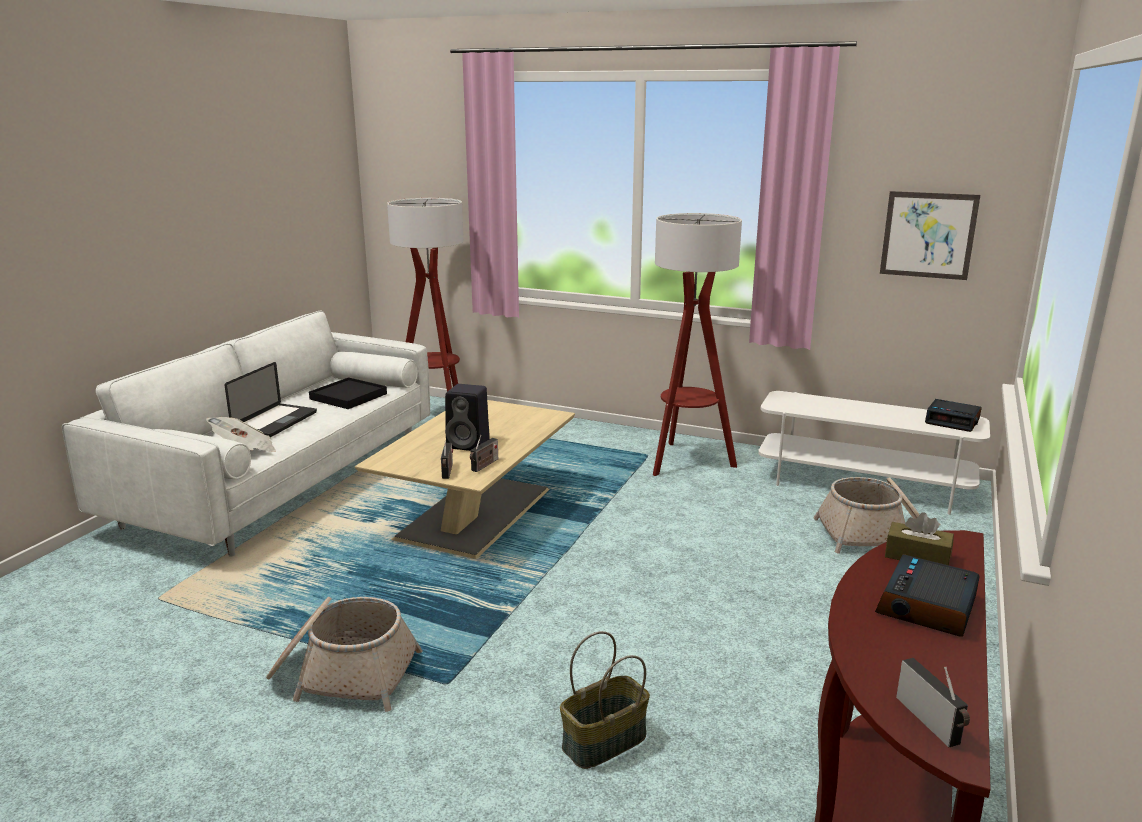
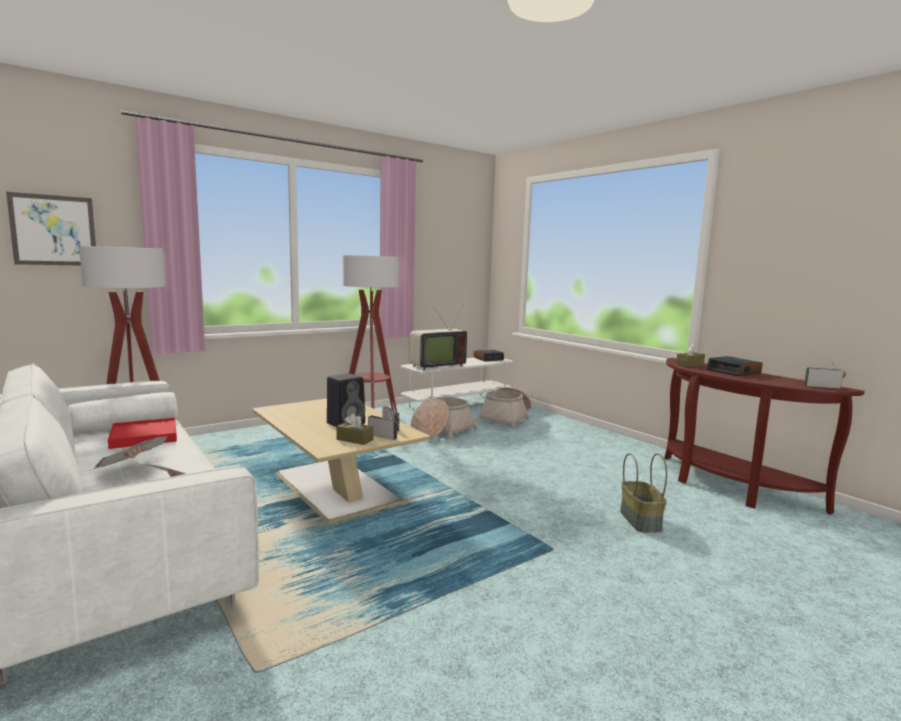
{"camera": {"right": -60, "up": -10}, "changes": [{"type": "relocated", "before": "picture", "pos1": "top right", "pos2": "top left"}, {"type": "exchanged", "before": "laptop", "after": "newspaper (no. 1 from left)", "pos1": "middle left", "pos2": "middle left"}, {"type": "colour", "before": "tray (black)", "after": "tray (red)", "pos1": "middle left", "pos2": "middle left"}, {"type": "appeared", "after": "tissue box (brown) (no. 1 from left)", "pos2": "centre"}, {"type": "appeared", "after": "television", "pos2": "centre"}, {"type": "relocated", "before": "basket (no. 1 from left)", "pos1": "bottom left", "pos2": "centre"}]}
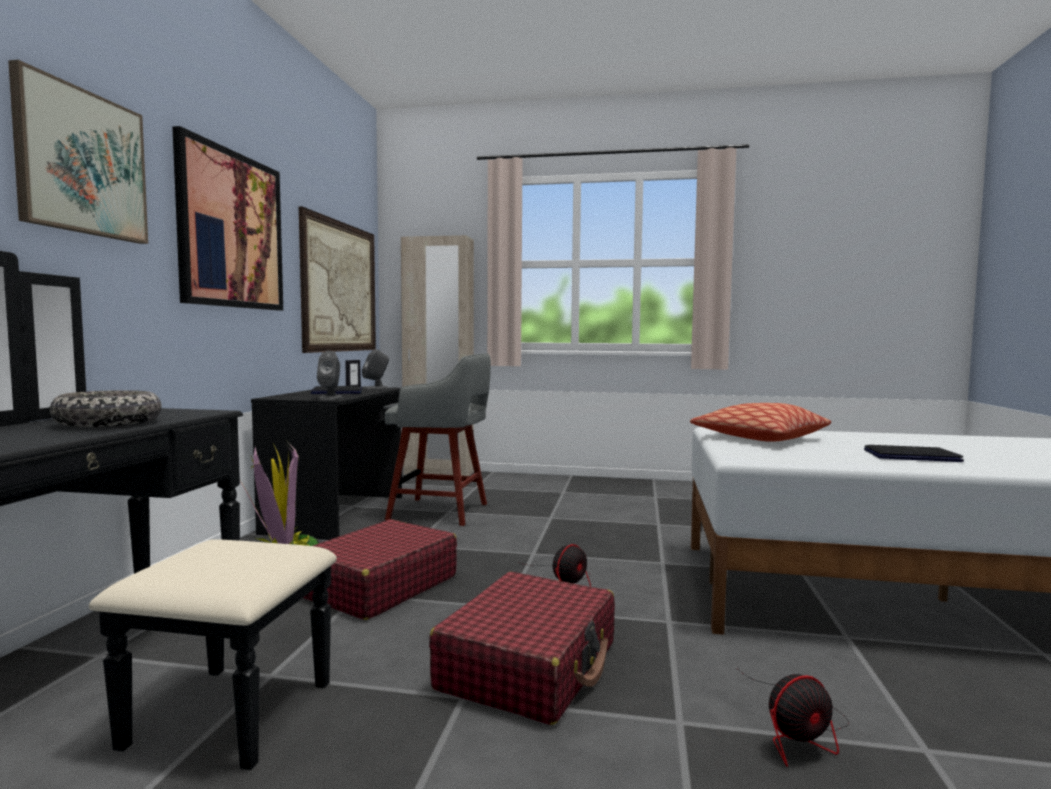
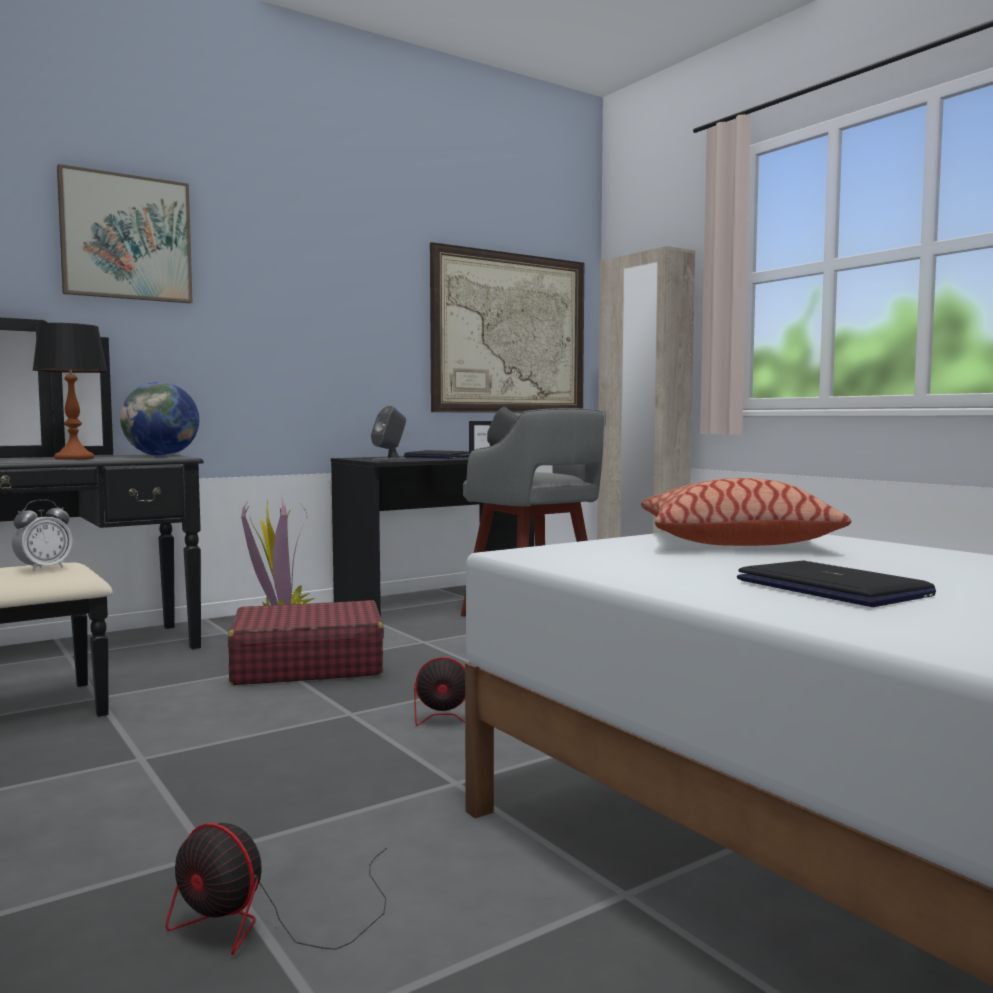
{"camera": {"right": 45, "up": 0}, "changes": [{"type": "appeared", "after": "alarm clock", "pos2": "middle left"}, {"type": "exchanged", "before": "bowl", "after": "table lamp", "pos1": "middle left", "pos2": "middle left"}, {"type": "appeared", "after": "globe", "pos2": "middle left"}, {"type": "missing", "before": "picture (no. 2 from left)", "pos1": "top left"}, {"type": "missing", "before": "suitcase (red) (no. 2 from left)", "pos1": "bottom centre"}]}
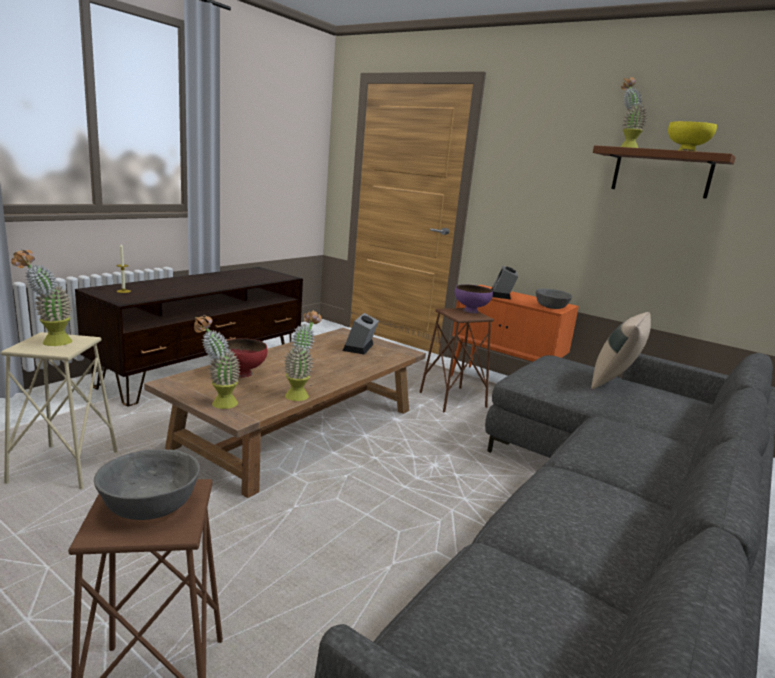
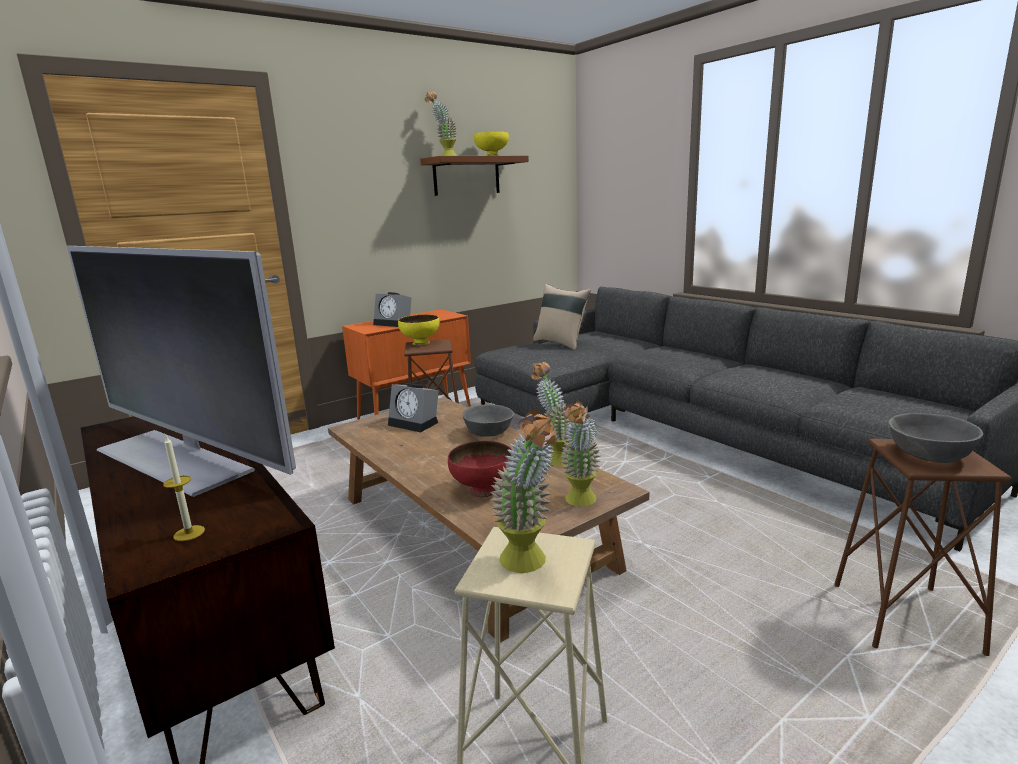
{"camera": {"right": -70, "up": 0}, "changes": [{"type": "appeared", "after": "television", "pos2": "middle left"}, {"type": "colour", "before": "bowl (purple)", "after": "bowl (yellow) (no. 1 from left)", "pos1": "centre", "pos2": "centre"}, {"type": "relocated", "before": "bowl (grey) (no. 2 from left in the first image)", "after": "bowl (grey) (no. 1 from left)", "pos1": "middle right", "pos2": "centre"}]}
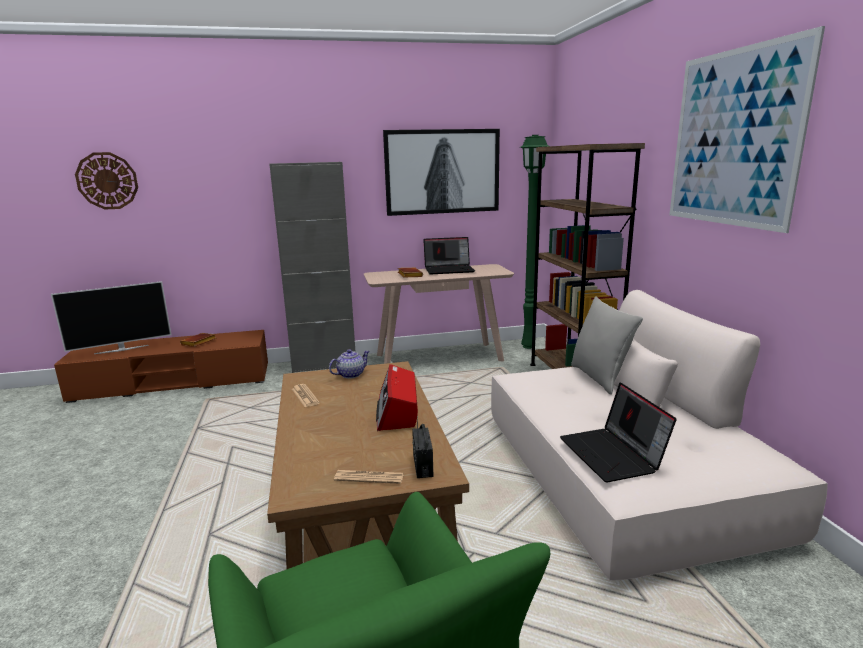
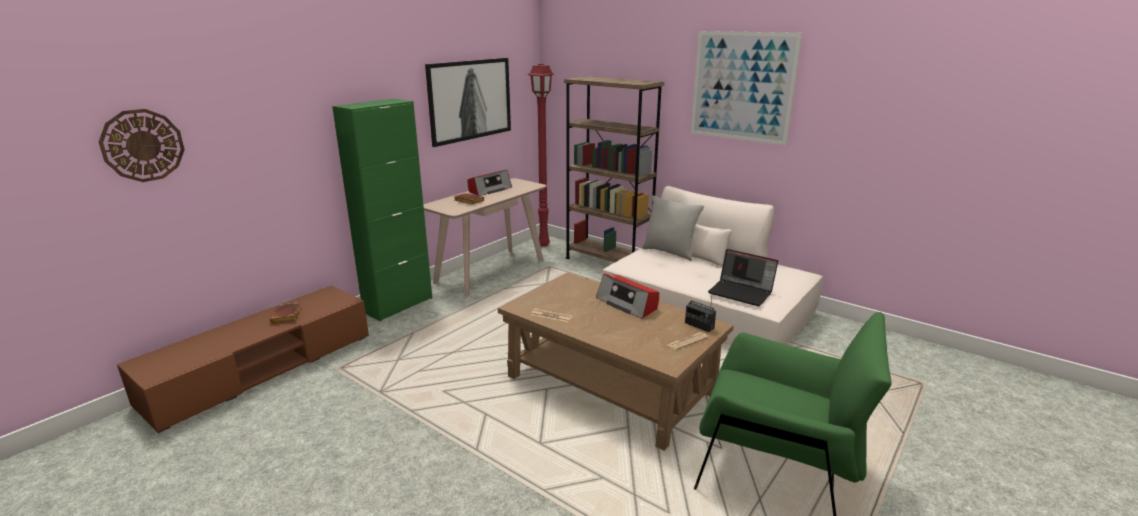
{"camera": {"right": -40, "up": 5}, "changes": [{"type": "colour", "before": "cabinet (grey)", "after": "cabinet (green)", "pos1": "centre", "pos2": "centre"}, {"type": "exchanged", "before": "laptop (no. 1 from left)", "after": "radio (no. 1 from left)", "pos1": "centre", "pos2": "centre"}, {"type": "colour", "before": "floor lamp (green)", "after": "floor lamp (red)", "pos1": "centre", "pos2": "top centre"}, {"type": "missing", "before": "television", "pos1": "middle left"}, {"type": "missing", "before": "teapot", "pos1": "centre"}]}
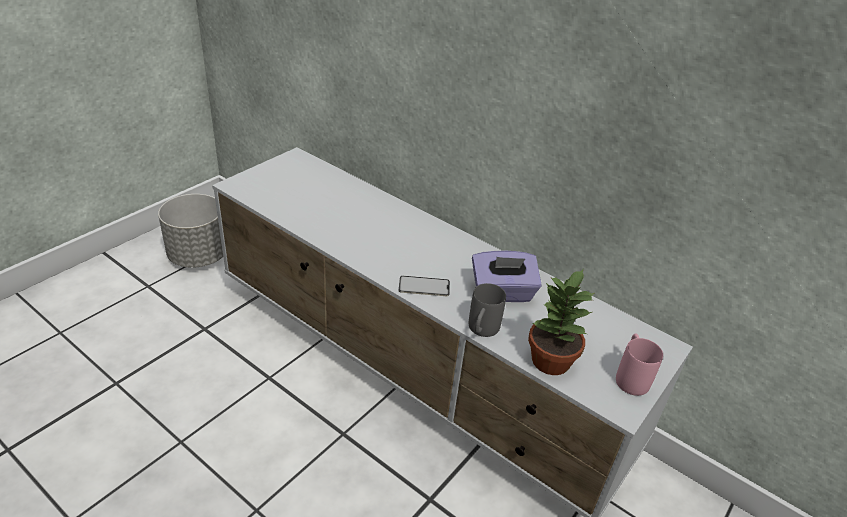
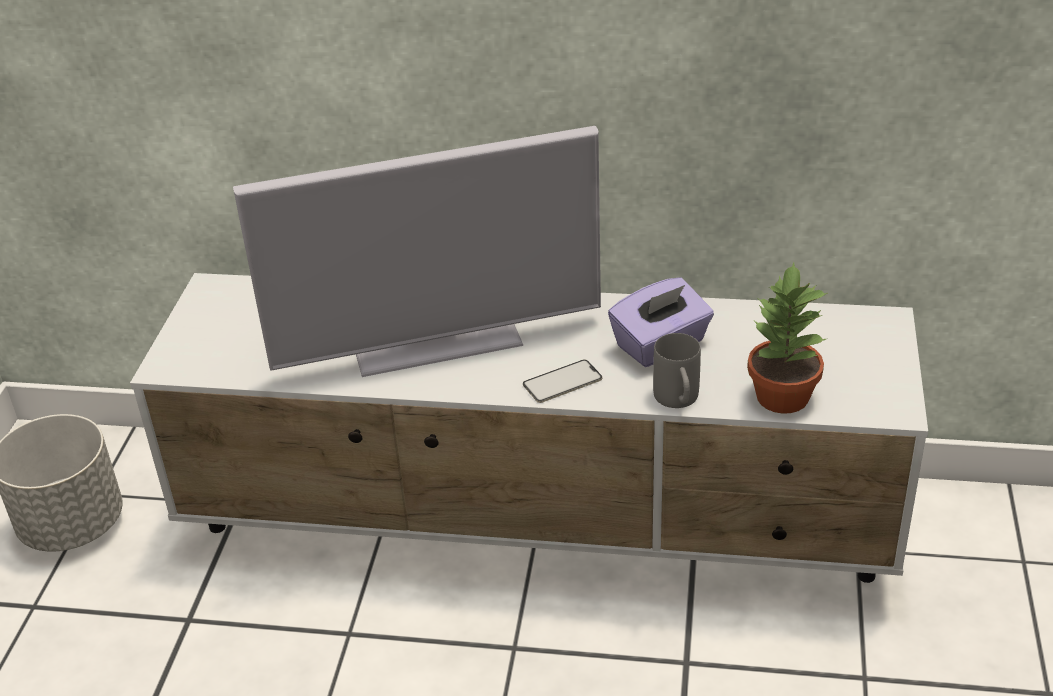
{"camera": {"right": -25, "up": 0}, "changes": [{"type": "appeared", "after": "television", "pos2": "centre"}, {"type": "missing", "before": "mug (pink)", "pos1": "bottom right"}]}
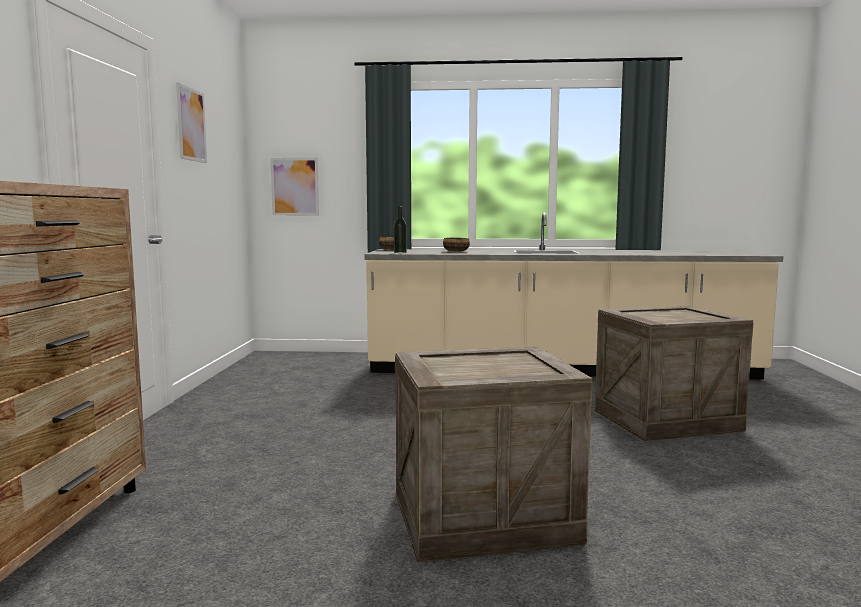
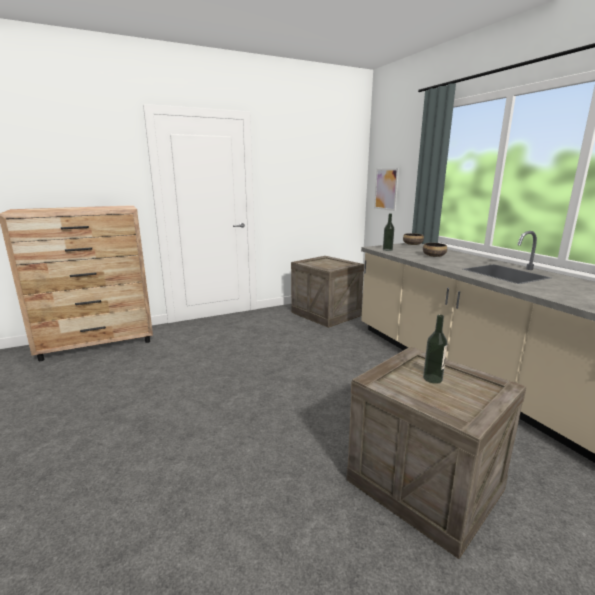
{"camera": {"right": 60, "up": 10}, "changes": [{"type": "relocated", "before": "crate (no. 1 from left)", "pos1": "bottom centre", "pos2": "centre"}, {"type": "appeared", "after": "bottle (no. 2 from left)", "pos2": "middle right"}, {"type": "missing", "before": "picture (no. 1 from left)", "pos1": "top left"}]}
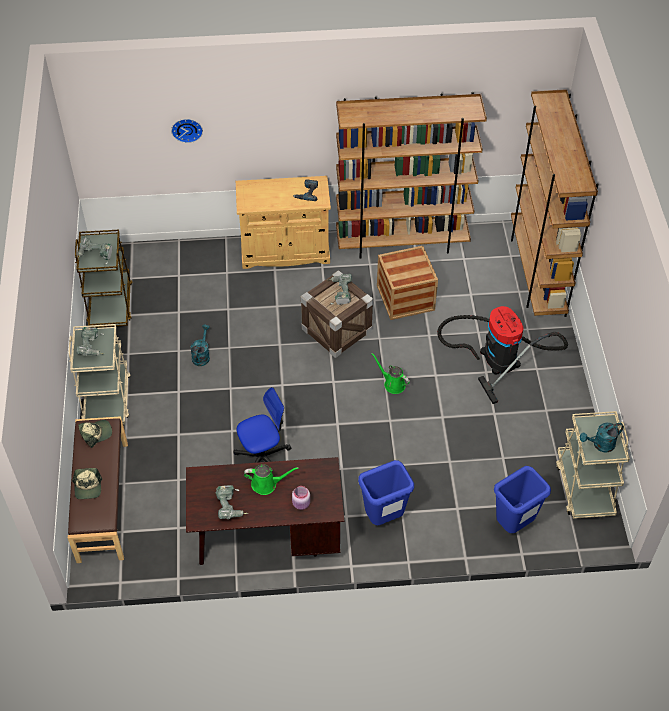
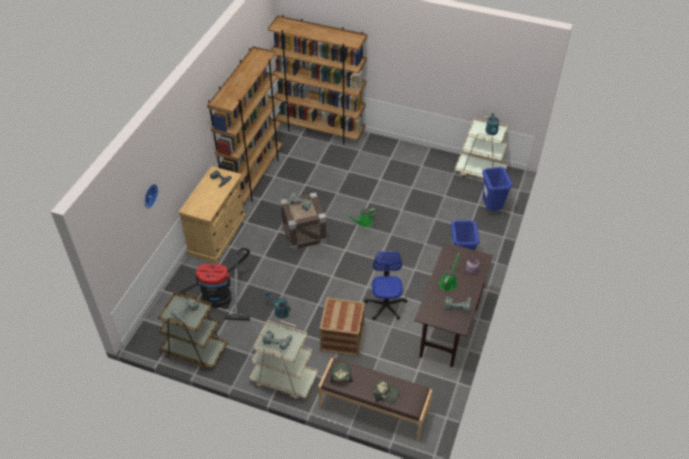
{"camera": {"right": -65, "up": -5}, "changes": [{"type": "relocated", "before": "vacuum cleaner", "pos1": "middle right", "pos2": "middle left"}, {"type": "relocated", "before": "crate (no. 2 from left)", "pos1": "centre", "pos2": "bottom centre"}]}
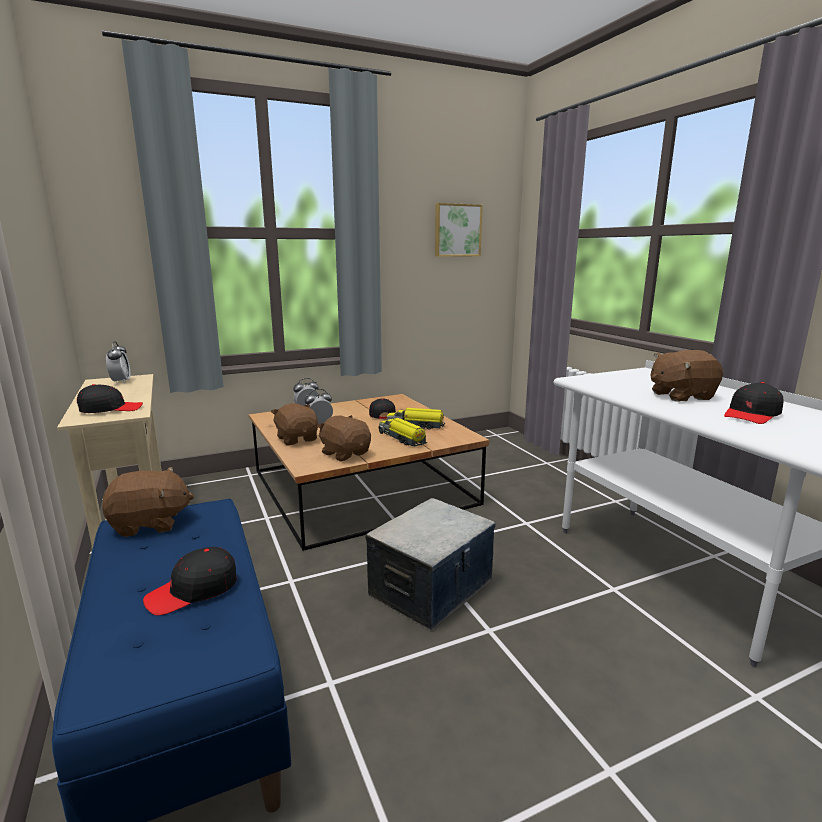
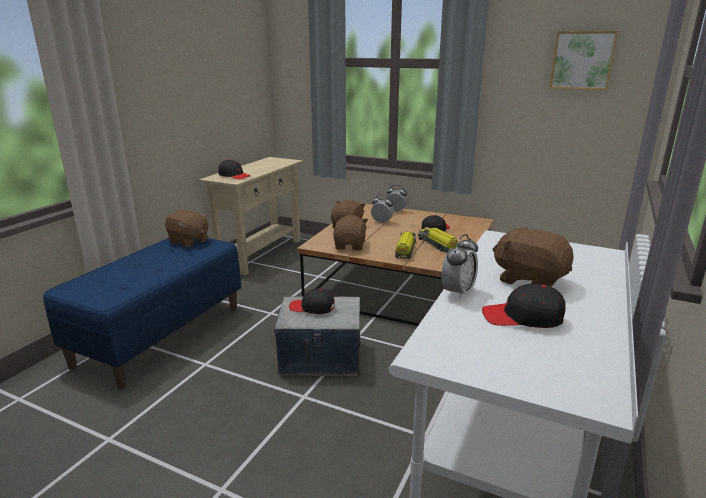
{"camera": {"right": 50, "up": 5}, "changes": [{"type": "relocated", "before": "cap (black) (no. 2 from left)", "pos1": "bottom left", "pos2": "centre"}, {"type": "relocated", "before": "alarm clock (no. 1 from left in the first image)", "after": "alarm clock (no. 3 from left)", "pos1": "middle left", "pos2": "centre"}]}
